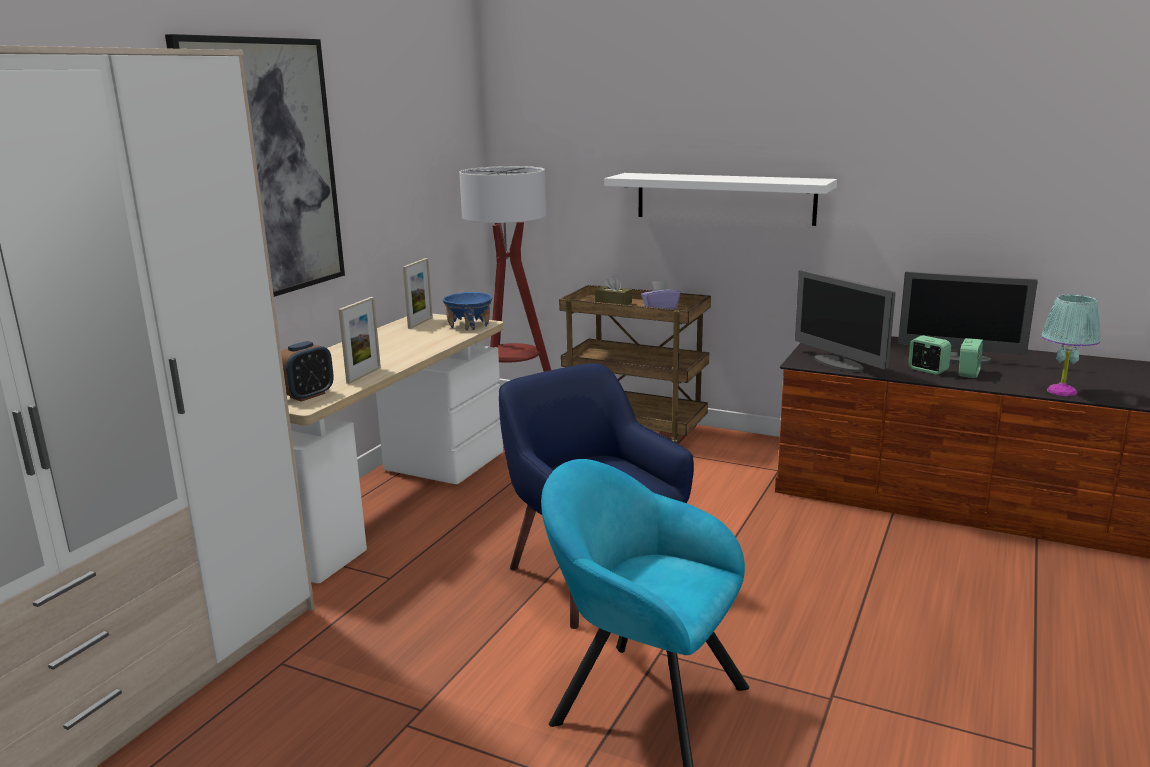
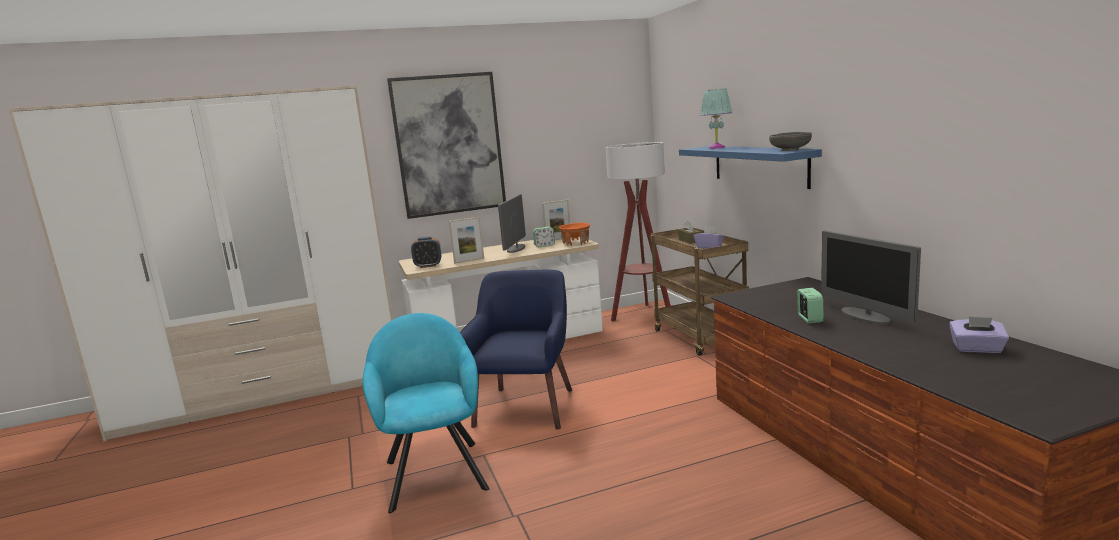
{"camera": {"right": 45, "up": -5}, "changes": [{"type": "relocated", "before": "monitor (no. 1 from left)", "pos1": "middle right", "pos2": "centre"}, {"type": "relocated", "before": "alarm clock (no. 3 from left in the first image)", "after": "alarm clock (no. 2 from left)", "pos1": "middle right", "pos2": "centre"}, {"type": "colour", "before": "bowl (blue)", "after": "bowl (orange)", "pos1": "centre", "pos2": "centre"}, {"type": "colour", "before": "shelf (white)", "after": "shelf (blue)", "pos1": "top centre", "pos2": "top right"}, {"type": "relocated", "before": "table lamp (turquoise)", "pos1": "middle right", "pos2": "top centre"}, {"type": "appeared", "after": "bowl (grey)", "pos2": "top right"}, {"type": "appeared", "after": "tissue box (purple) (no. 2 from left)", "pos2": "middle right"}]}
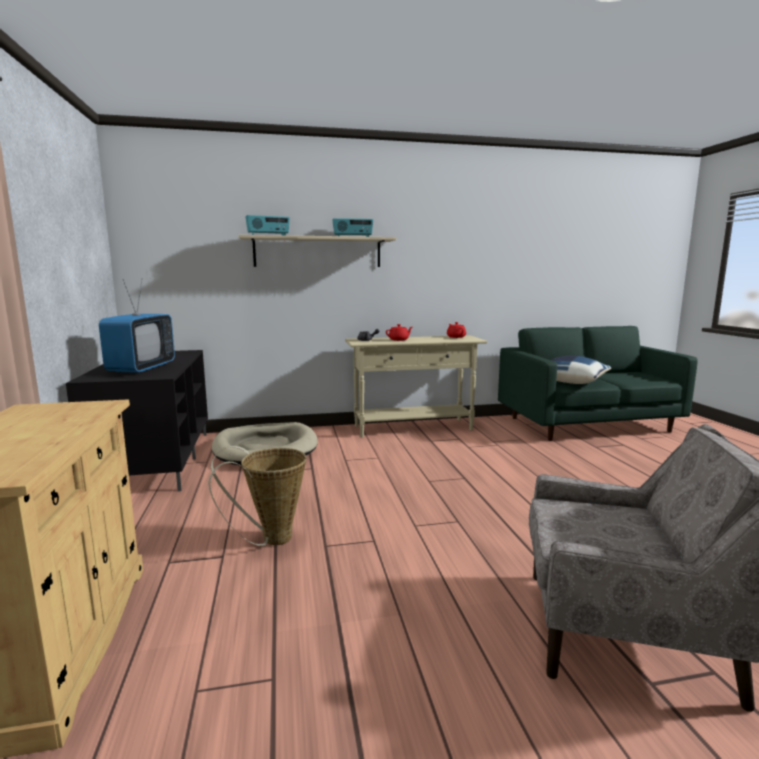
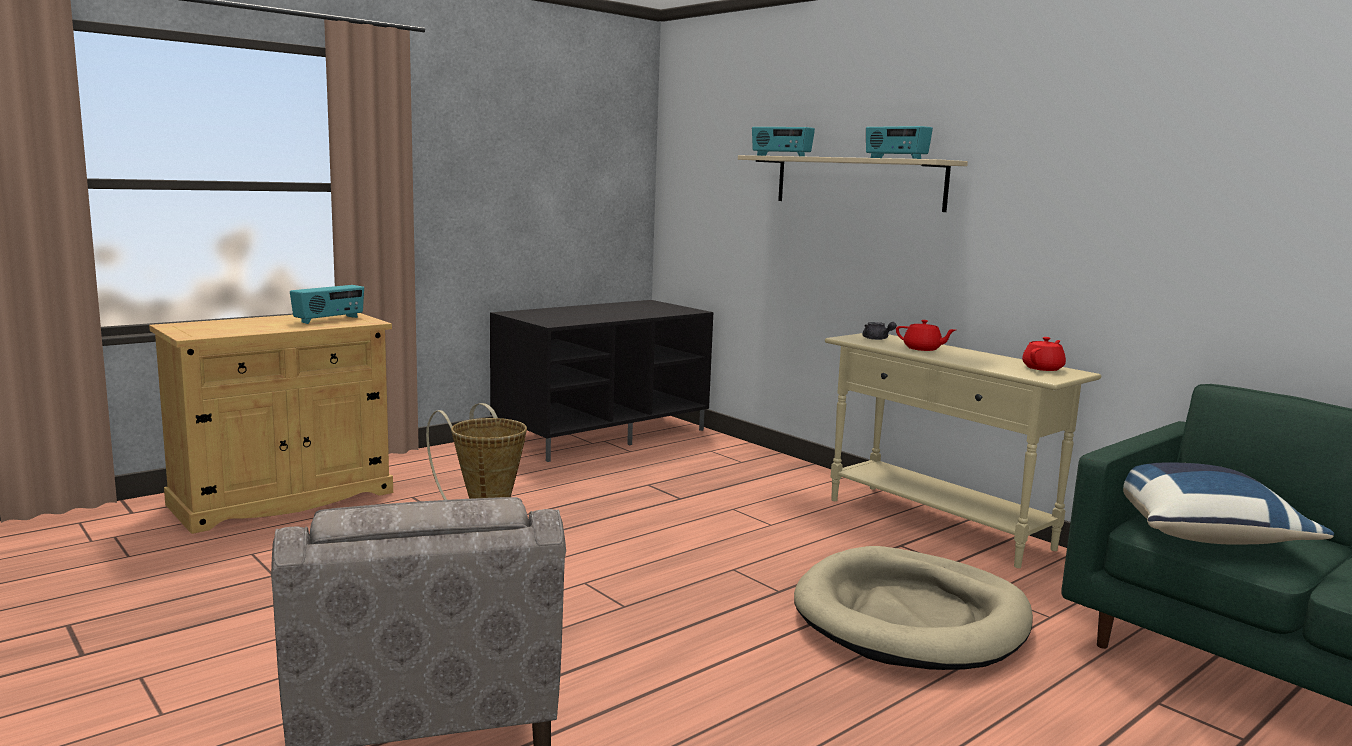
{"camera": {"right": 60, "up": 0}, "changes": [{"type": "appeared", "after": "radio (no. 1 from left)", "pos2": "middle left"}, {"type": "relocated", "before": "dog bed (beige)", "pos1": "centre", "pos2": "bottom right"}, {"type": "missing", "before": "television", "pos1": "middle left"}]}
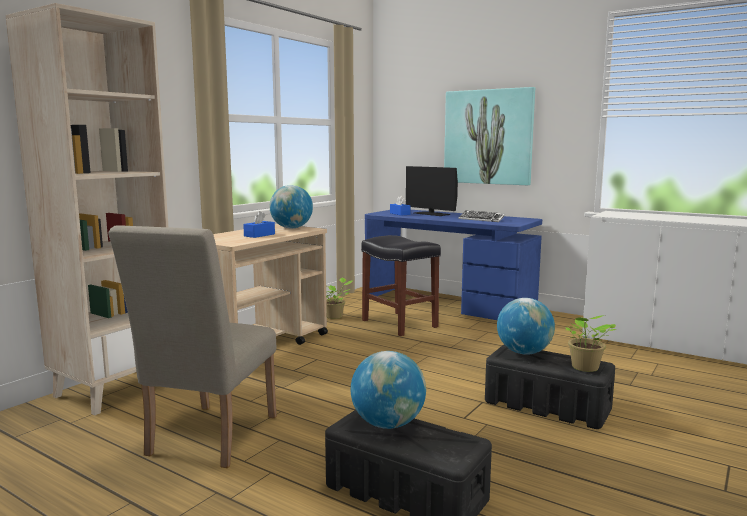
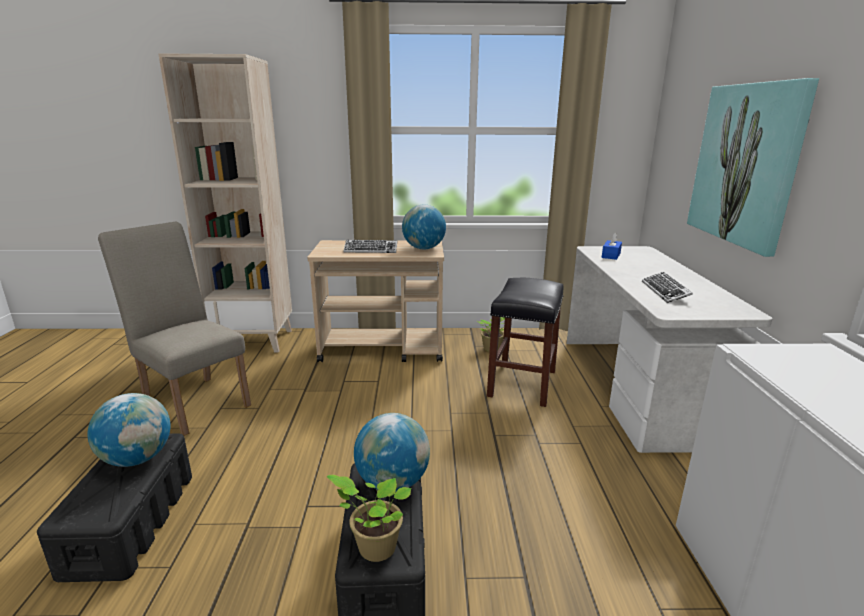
{"camera": {"right": 55, "up": 10}, "changes": [{"type": "spun", "before": "chair (beige)", "pos1": "bottom left", "pos2": "middle left", "turn": 60}, {"type": "exchanged", "before": "tissue box (blue) (no. 1 from left)", "after": "keyboard (no. 1 from left)", "pos1": "centre", "pos2": "centre"}, {"type": "colour", "before": "desk (blue)", "after": "desk (white)", "pos1": "centre", "pos2": "middle right"}, {"type": "missing", "before": "monitor", "pos1": "centre"}]}
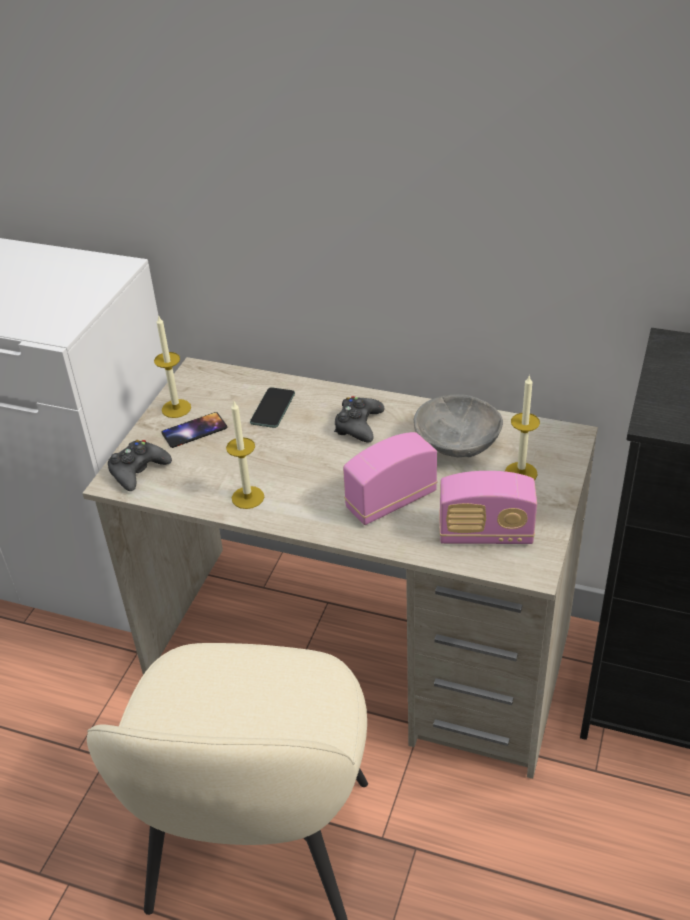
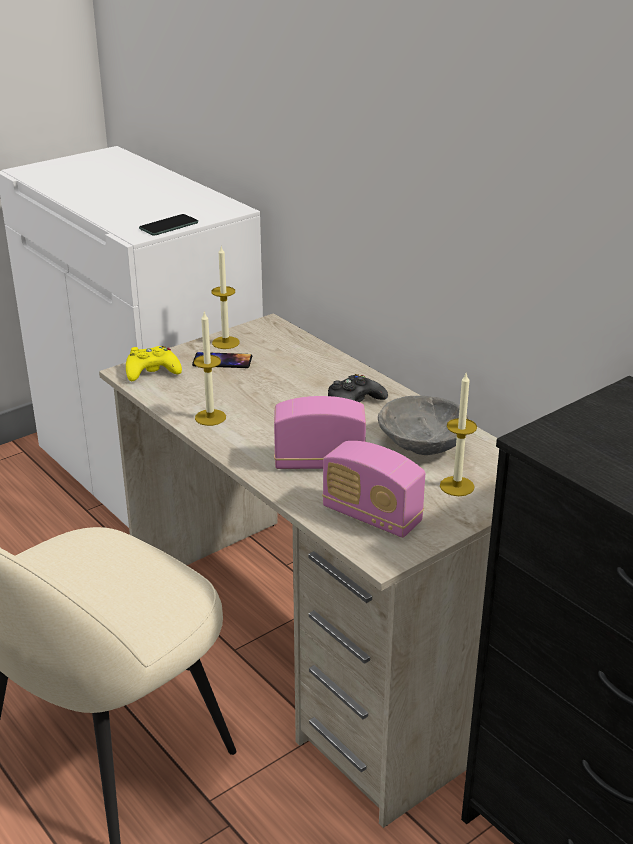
{"camera": {"right": 30, "up": -10}, "changes": [{"type": "colour", "before": "game controller (black) (no. 1 from left)", "after": "game controller (yellow)", "pos1": "middle left", "pos2": "middle left"}, {"type": "relocated", "before": "phone (no. 2 from left in the first image)", "after": "phone (no. 1 from left)", "pos1": "centre", "pos2": "top left"}]}
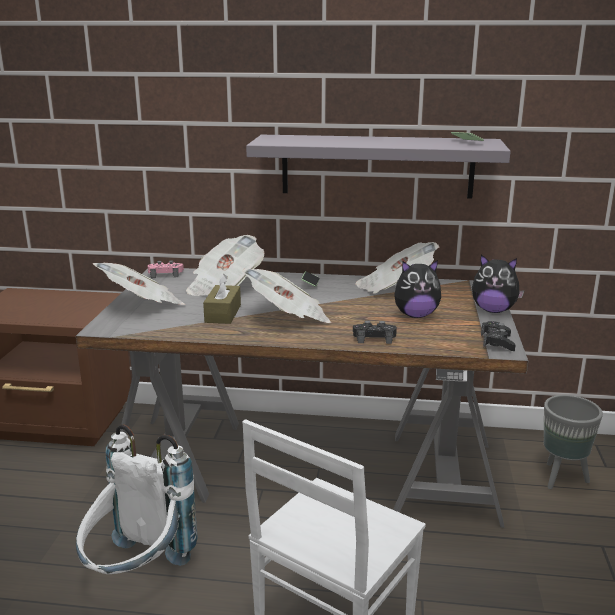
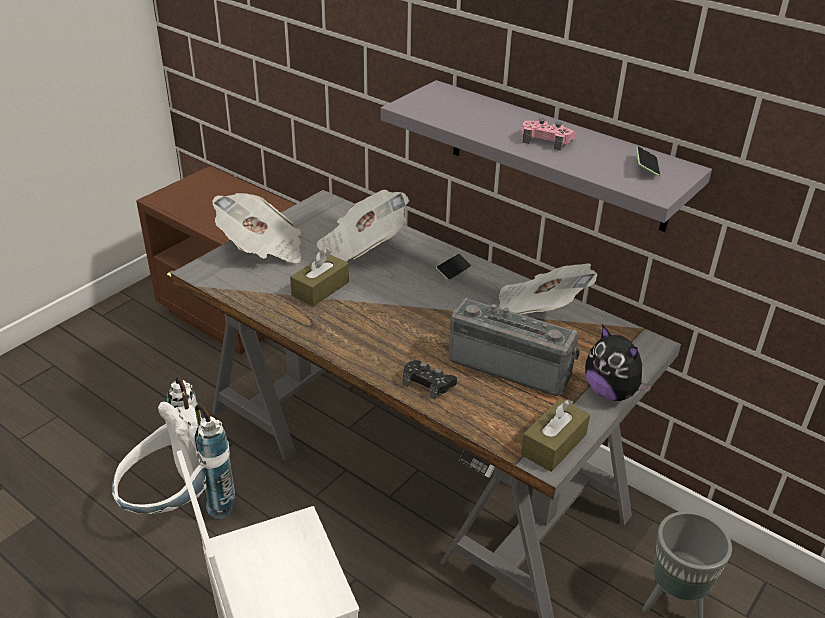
{"camera": {"right": 30, "up": 15}, "changes": [{"type": "exchanged", "before": "plush toy (no. 1 from left)", "after": "radio", "pos1": "middle right", "pos2": "centre"}, {"type": "exchanged", "before": "game controller (black) (no. 2 from left)", "after": "tissue box (brown) (no. 2 from left)", "pos1": "middle right", "pos2": "bottom right"}, {"type": "relocated", "before": "game controller (pink)", "pos1": "middle left", "pos2": "top centre"}, {"type": "missing", "before": "newspaper (no. 3 from left)", "pos1": "centre"}]}
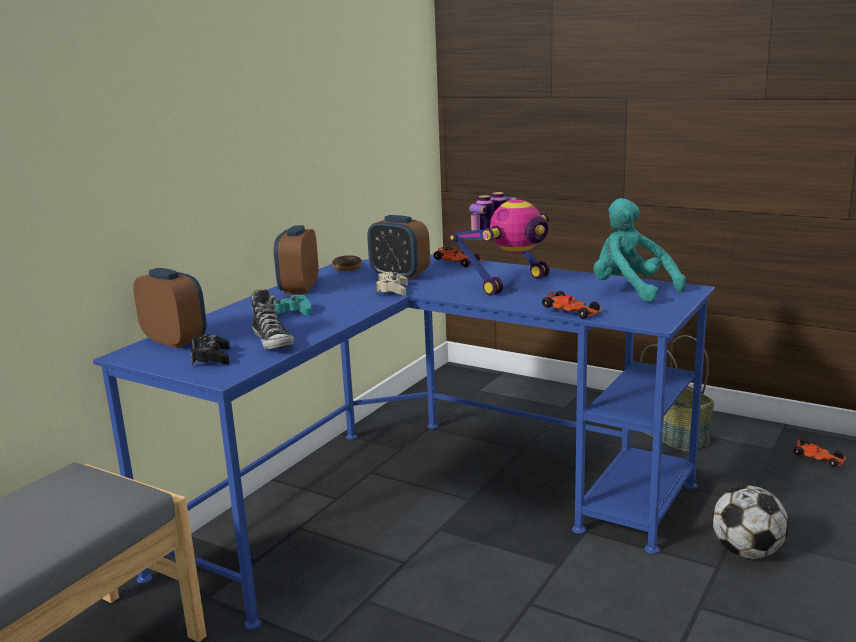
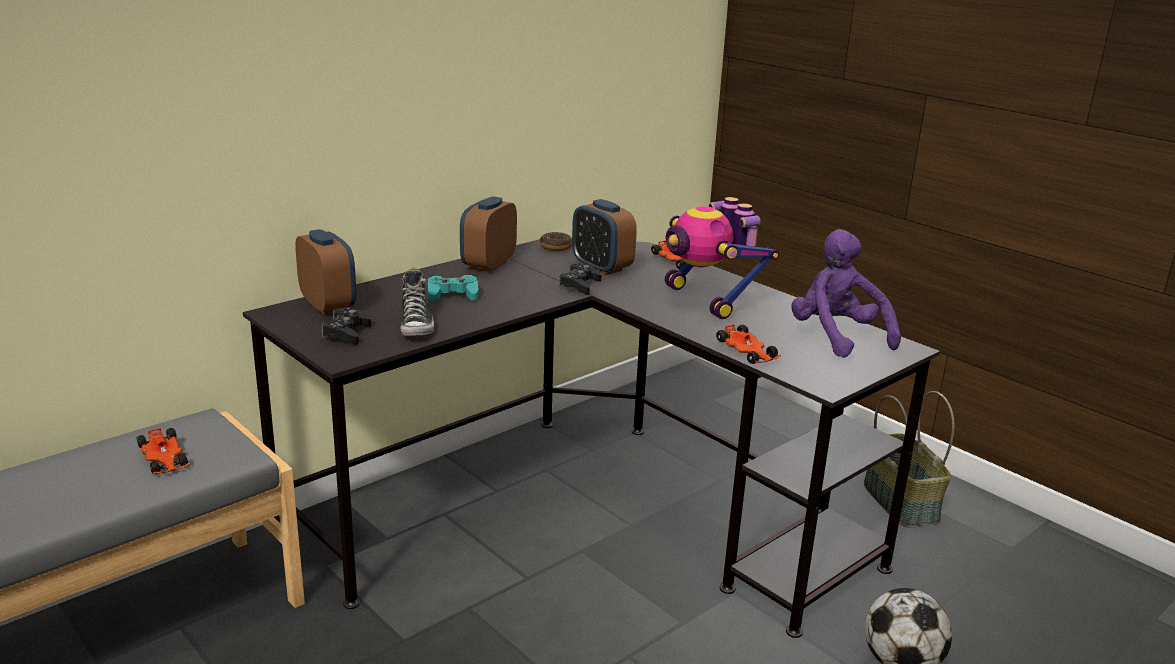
{"camera": {"right": 15, "up": 5}, "changes": [{"type": "relocated", "before": "toy car (no. 3 from left in the first image)", "after": "toy car (no. 1 from left)", "pos1": "bottom right", "pos2": "bottom left"}, {"type": "colour", "before": "desk (blue)", "after": "desk (black)", "pos1": "bottom centre", "pos2": "centre"}, {"type": "colour", "before": "game controller (beige)", "after": "game controller (black) (no. 2 from left)", "pos1": "centre", "pos2": "centre"}, {"type": "spun", "before": "toy robot", "pos1": "centre", "pos2": "centre", "turn": 90}, {"type": "colour", "before": "plush toy (turquoise)", "after": "plush toy (purple)", "pos1": "middle right", "pos2": "middle right"}]}
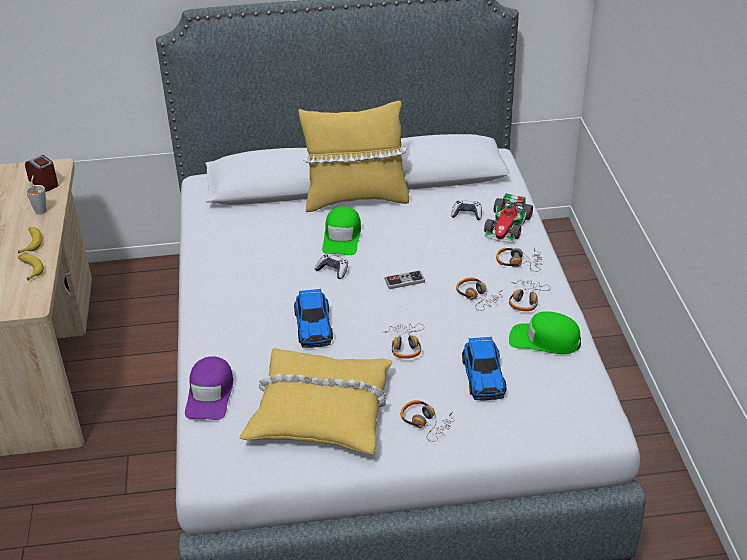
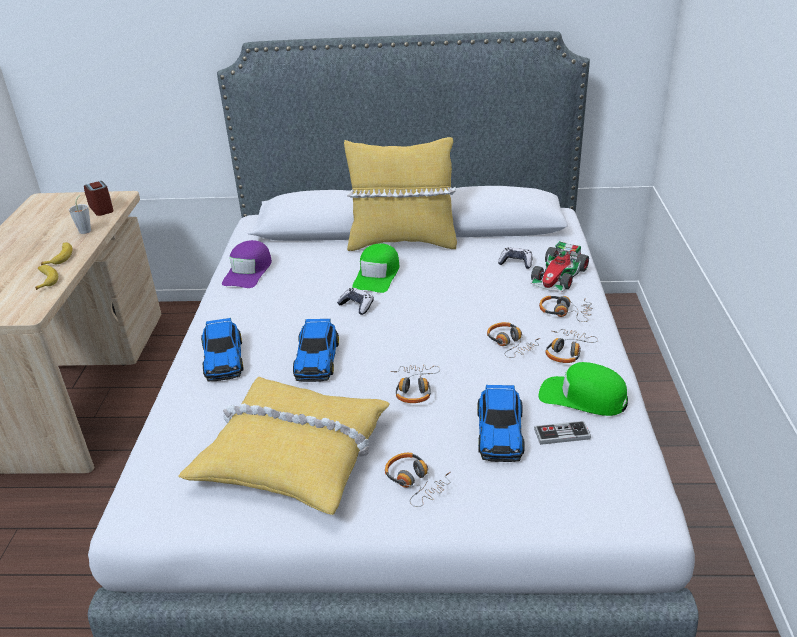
{"camera": {"right": 10, "up": -5}, "changes": [{"type": "appeared", "after": "toy car (no. 1 from left)", "pos2": "middle left"}, {"type": "relocated", "before": "cap (purple)", "pos1": "bottom left", "pos2": "middle left"}, {"type": "relocated", "before": "game controller (no. 2 from left in the first image)", "after": "game controller (no. 3 from left)", "pos1": "centre", "pos2": "bottom right"}]}
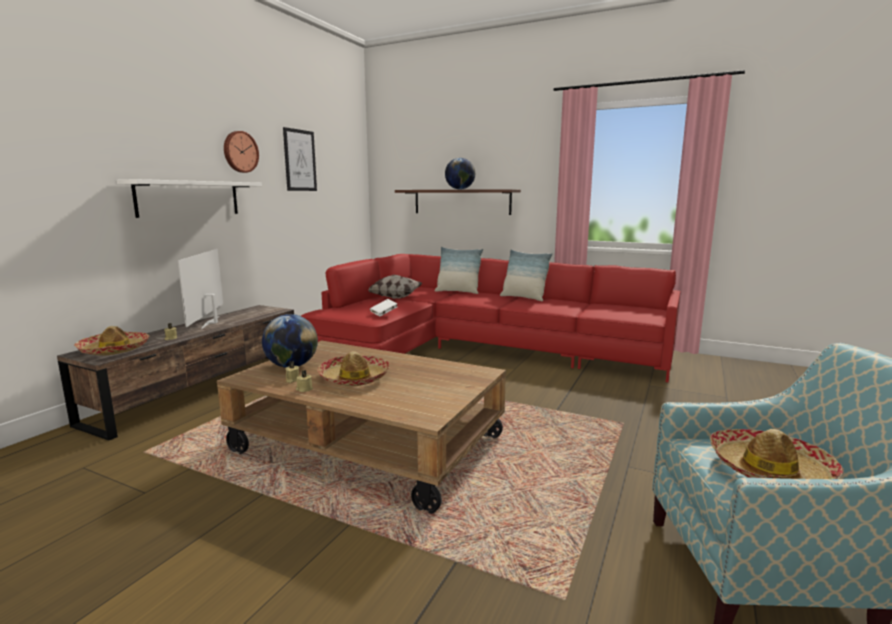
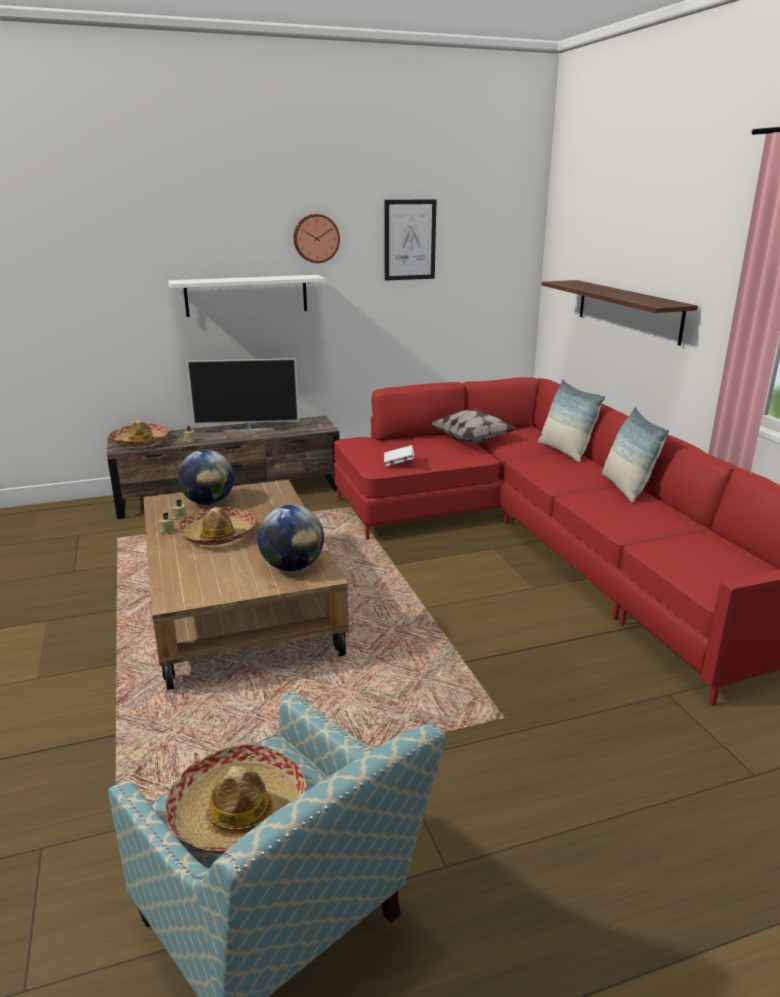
{"camera": {"right": 45, "up": 10}, "changes": [{"type": "spun", "before": "television", "pos1": "middle left", "pos2": "middle left", "turn": -135}, {"type": "relocated", "before": "globe (no. 2 from left)", "pos1": "top centre", "pos2": "centre"}]}
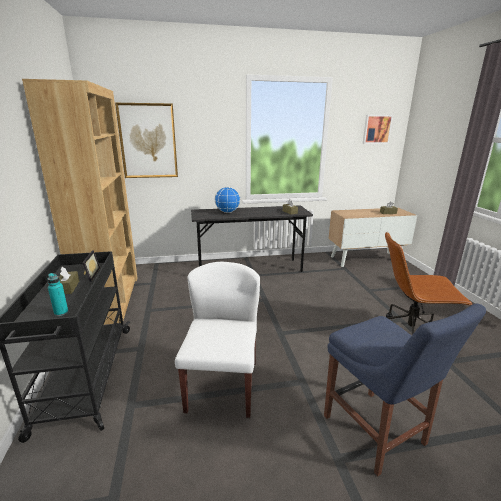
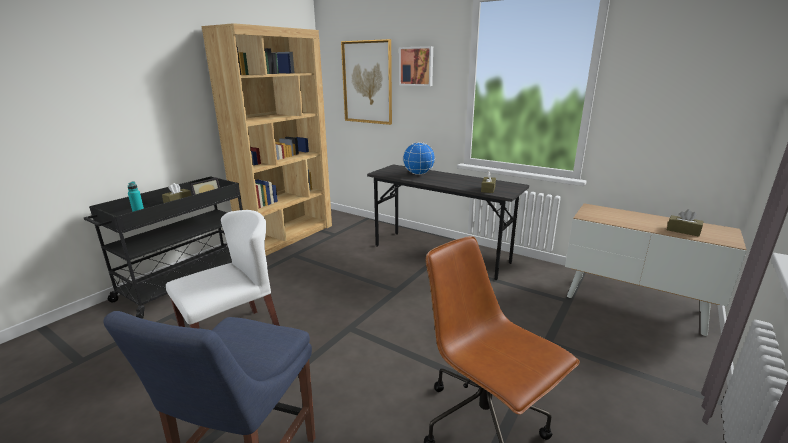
{"camera": {"right": 45, "up": 0}, "changes": [{"type": "relocated", "before": "picture (no. 2 from left)", "pos1": "top right", "pos2": "top centre"}]}
